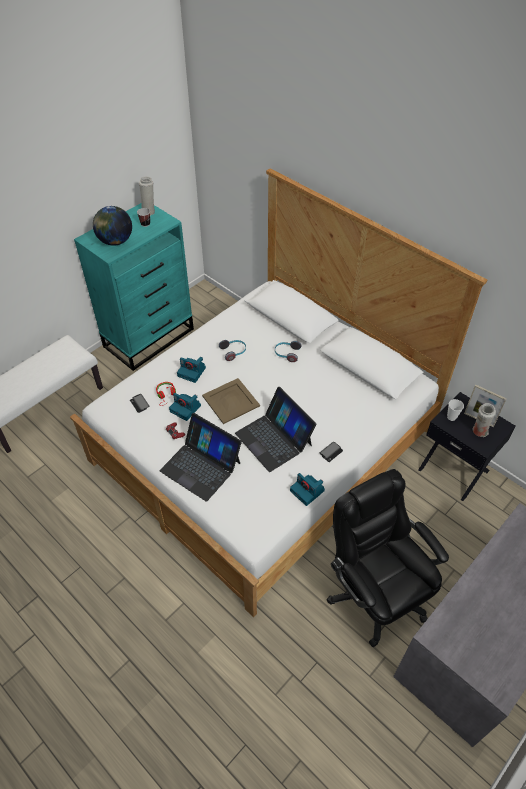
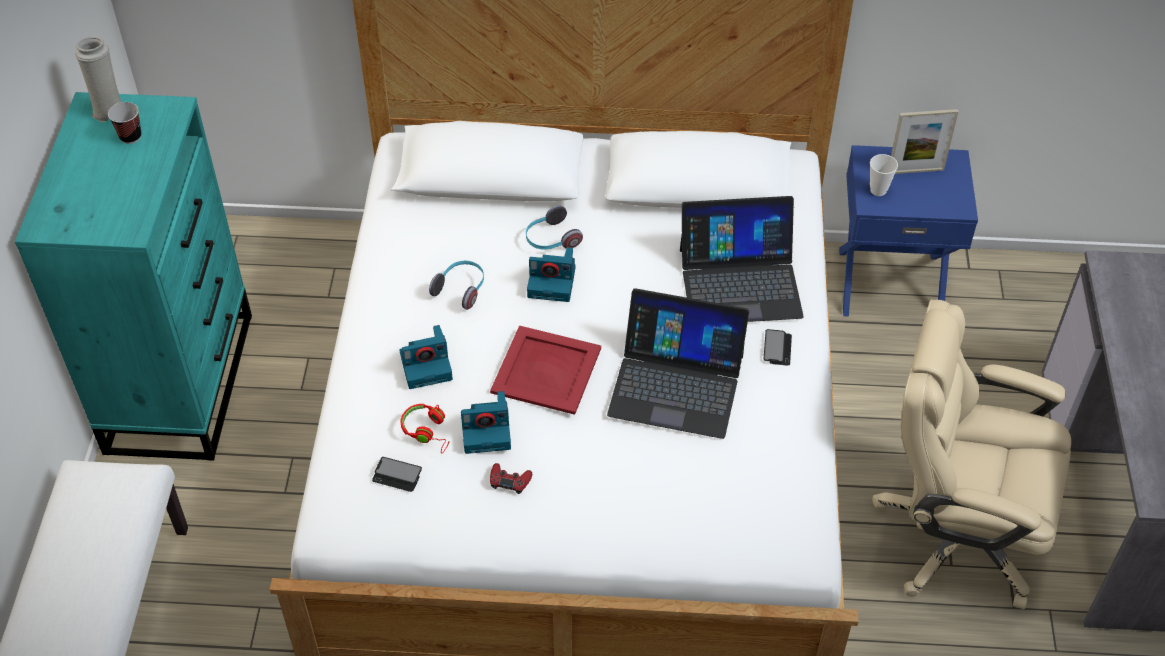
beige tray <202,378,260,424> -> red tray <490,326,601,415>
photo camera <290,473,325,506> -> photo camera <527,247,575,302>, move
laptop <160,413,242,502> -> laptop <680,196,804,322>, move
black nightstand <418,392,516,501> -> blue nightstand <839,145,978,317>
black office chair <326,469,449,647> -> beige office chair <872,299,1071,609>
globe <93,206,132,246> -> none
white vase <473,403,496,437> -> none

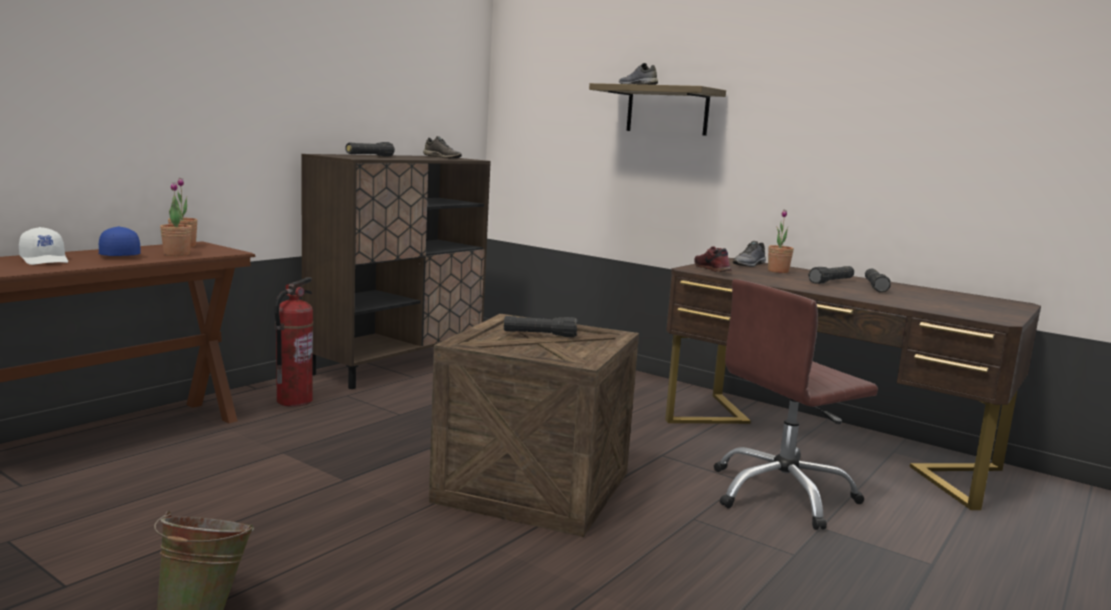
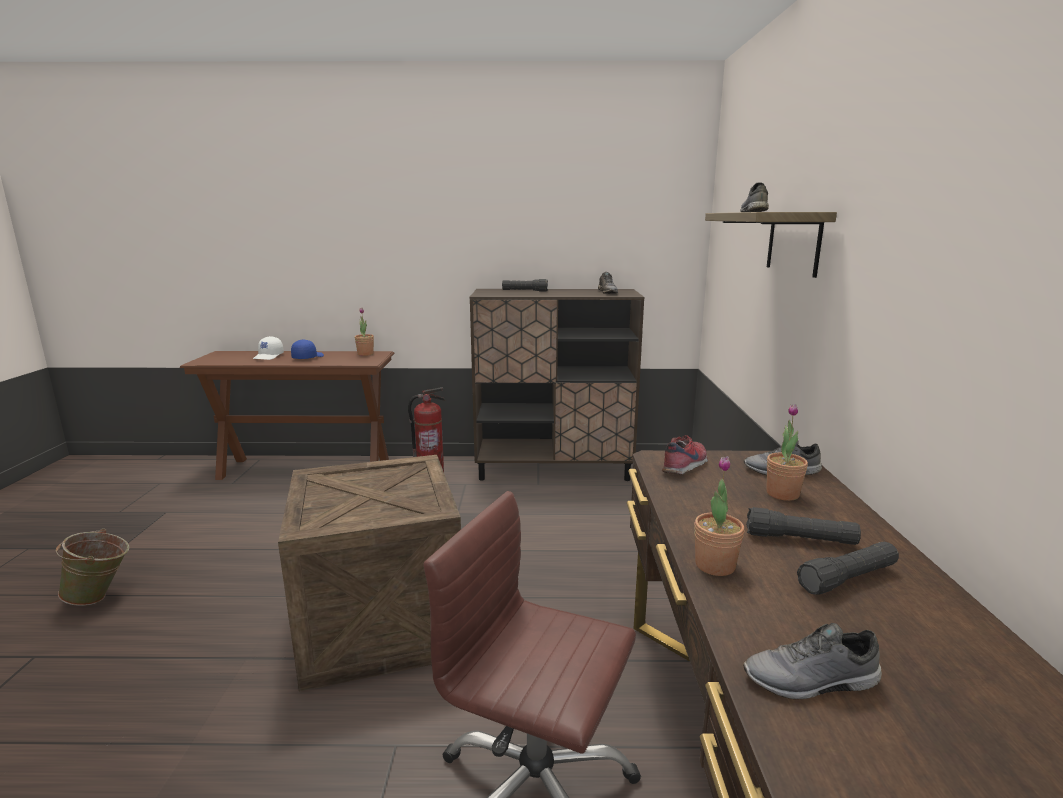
potted plant <160,182,192,256> -> potted plant <694,456,744,576>, move
none -> grey shoe <743,623,882,699>
black flashlight <504,316,578,337> -> none

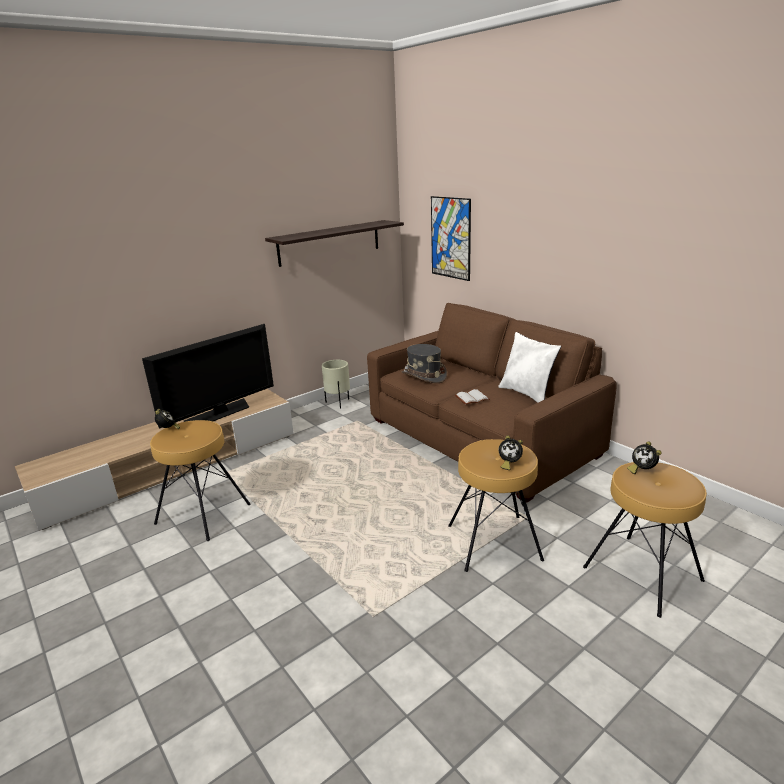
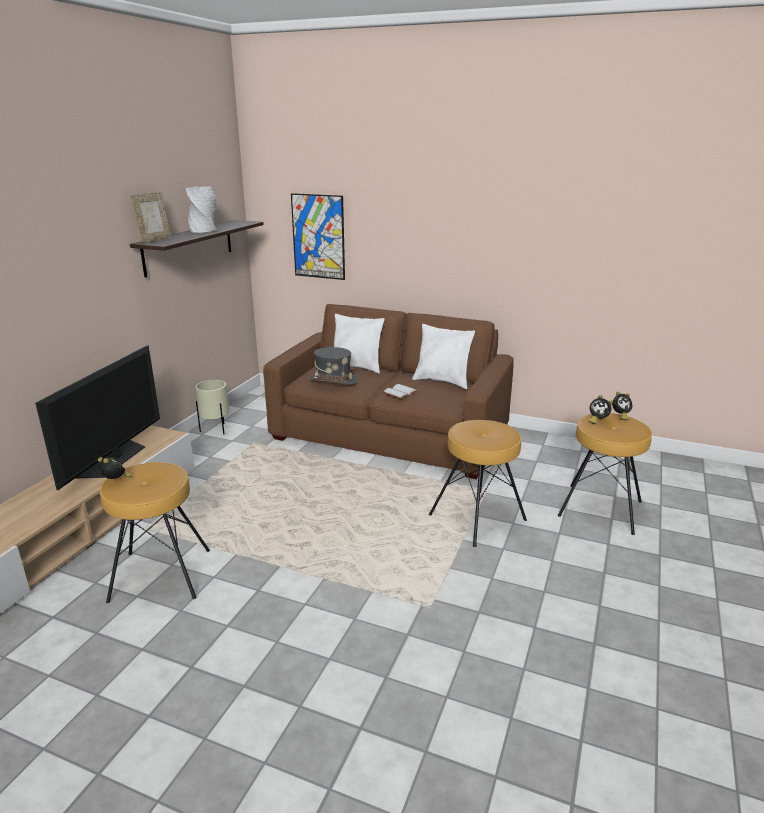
none -> picture frame <130,192,171,243>
none -> grey vase <186,186,217,233>
none -> white pillow <334,314,385,374>
alarm clock <499,436,523,470> -> alarm clock <612,392,632,420>, move

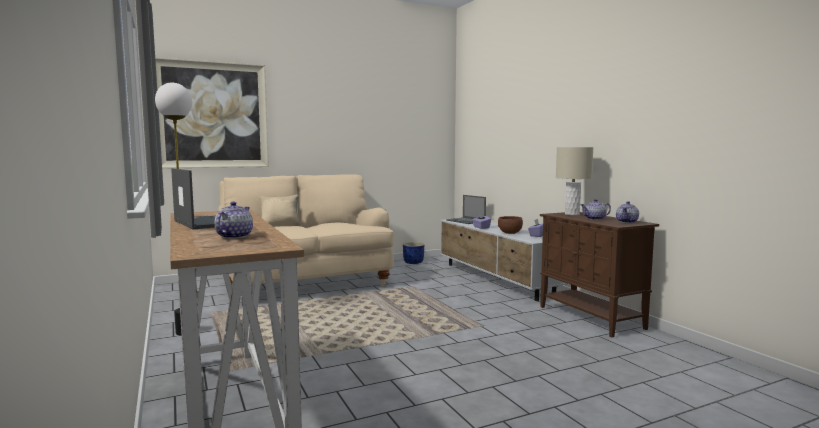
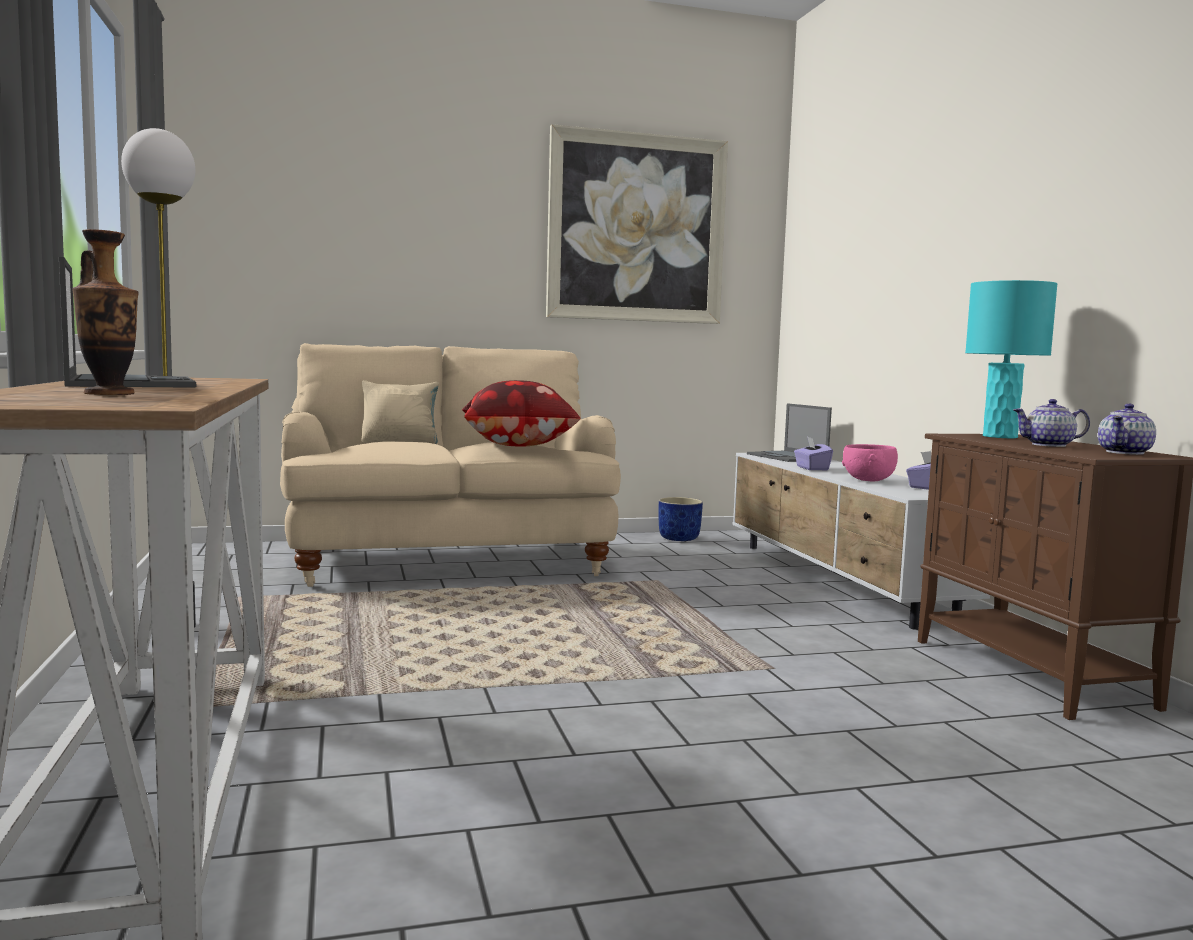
teapot <215,202,253,239> -> vase <72,229,138,395>
none -> pillow <462,380,580,447>
picture <155,57,269,169> -> picture <546,124,728,324>, move
brown bowl <498,216,523,234> -> pink bowl <842,444,898,481>
beige table lamp <556,147,594,215> -> turquoise table lamp <965,280,1058,438>

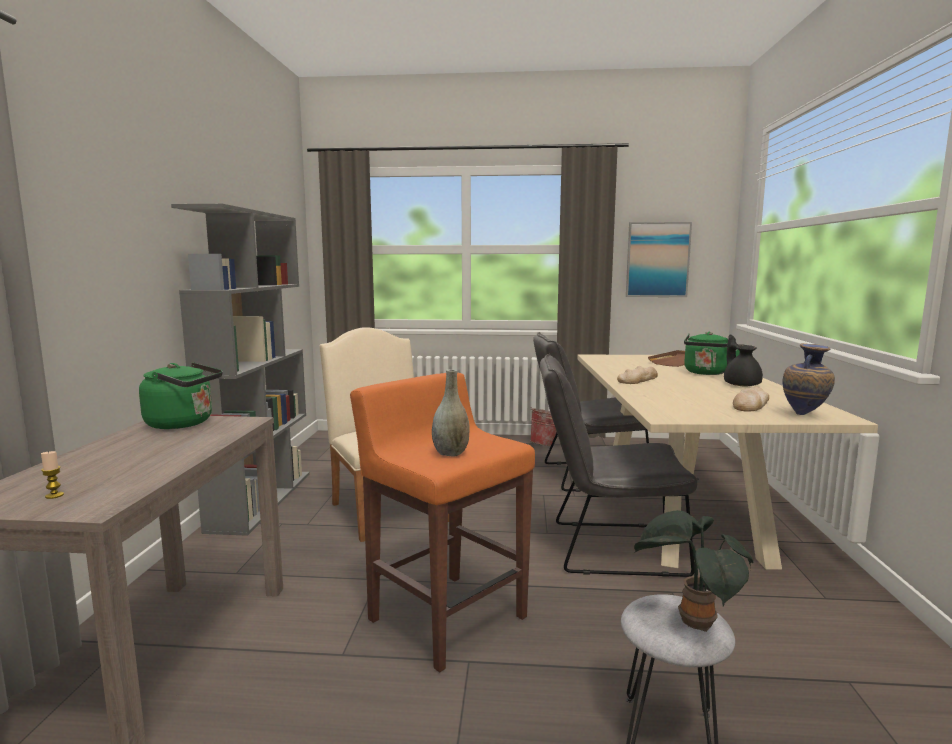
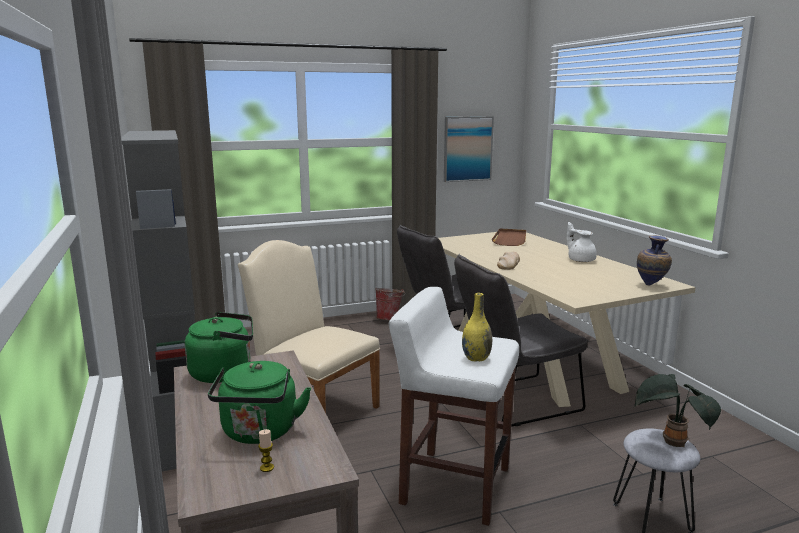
green kettle <684,332,740,375> -> green kettle <208,361,311,444>, move
orange stool <350,372,535,672> -> white stool <389,287,519,526>
grey vase <432,369,470,457> -> yellow vase <462,293,492,362>
black teapot <724,335,763,386> -> white teapot <567,222,597,262>
bread <733,387,769,411> -> none

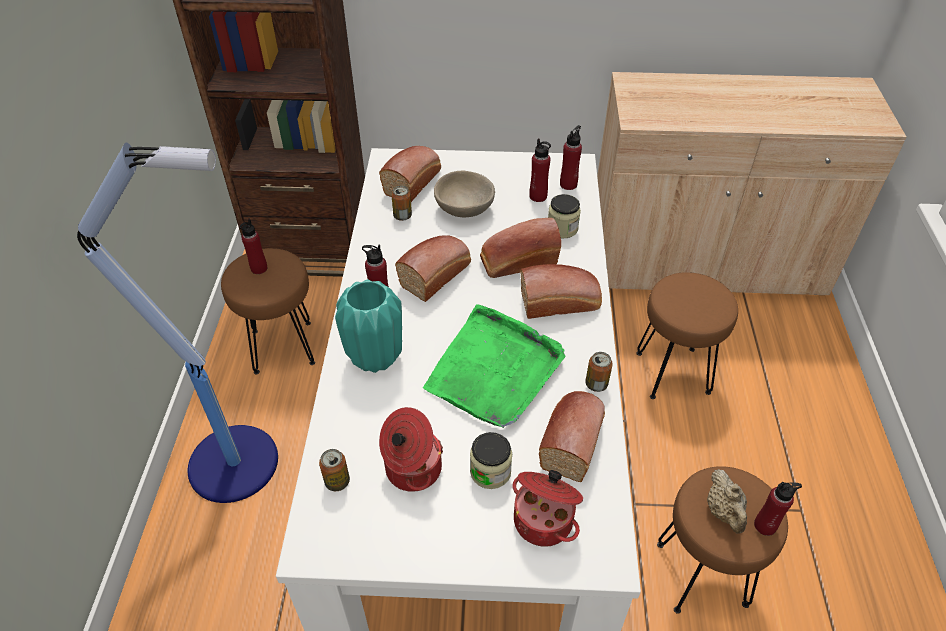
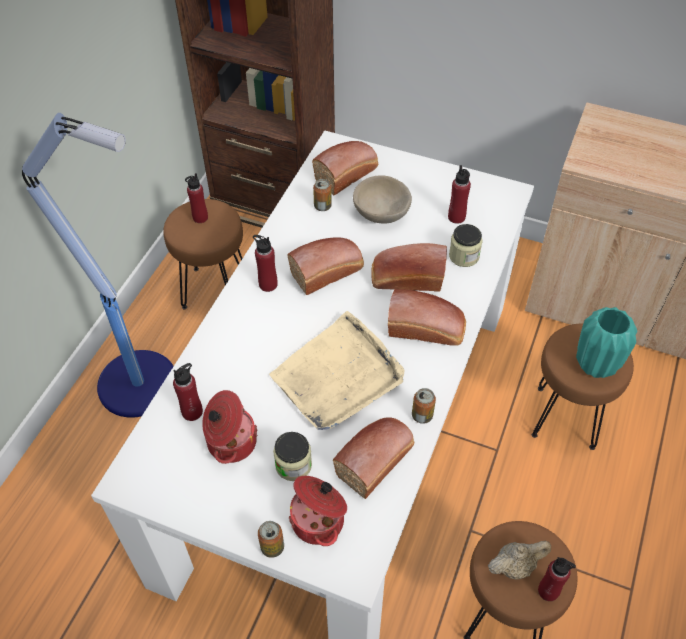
red bottle <560,125,582,190> -> red bottle <173,363,203,421>, move
can <319,449,350,491> -> can <258,521,284,558>, move
green tray <423,304,565,428> -> beige tray <269,311,404,430>
beige teapot <707,469,747,534> -> beige teapot <488,541,551,579>, 120 degrees counterclockwise
turquoise vase <335,279,402,373> -> turquoise vase <576,307,637,378>, move

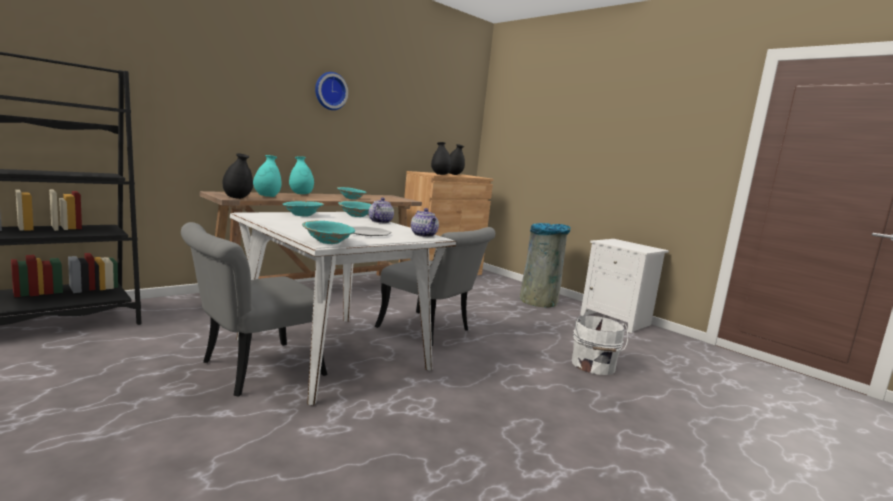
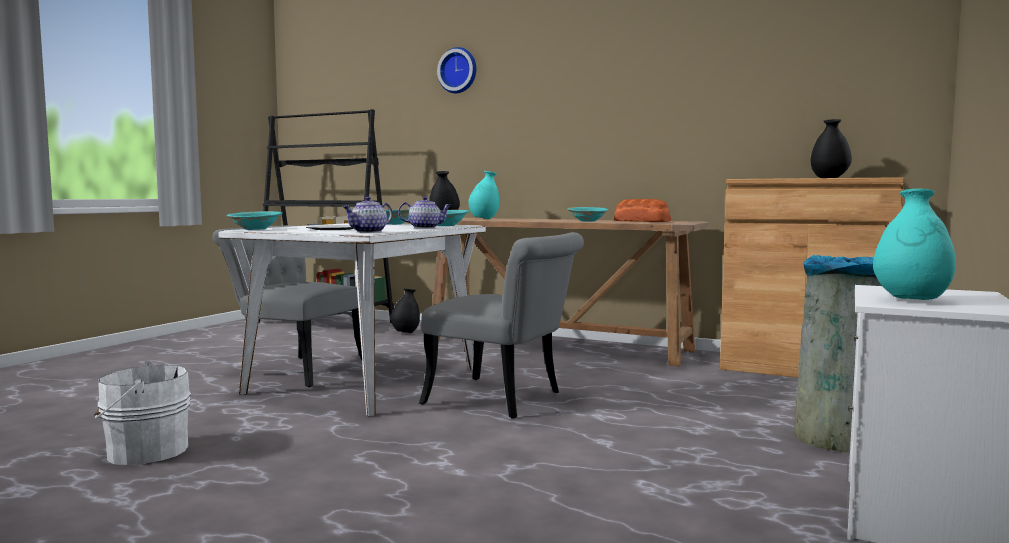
white bucket <572,315,628,375> -> white bucket <94,361,191,465>, move
black vase <431,142,452,175> -> black vase <391,288,420,333>, move
grey chair <375,227,495,346> -> grey chair <419,232,584,418>, 75 degrees counterclockwise
wall clock <315,72,348,110> -> wall clock <437,47,477,93>, move
none -> bread <614,199,671,222>
turquoise vase <289,156,314,194> -> turquoise vase <873,189,956,300>, move

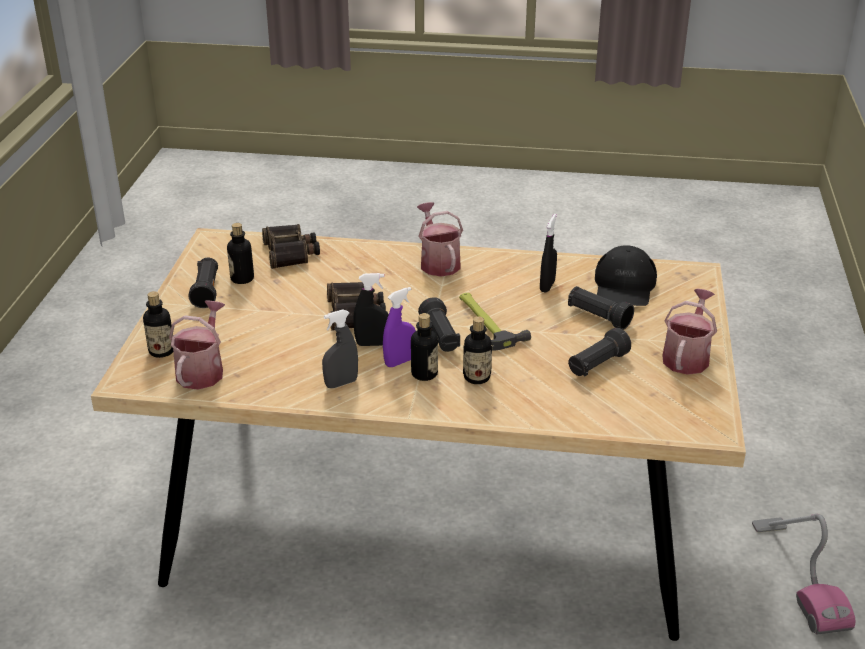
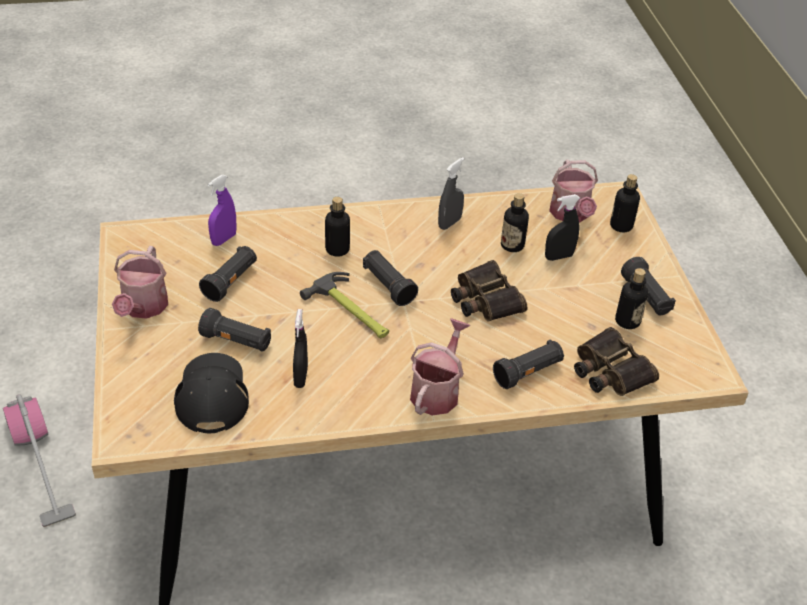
purple spray bottle <383,287,416,367> -> purple spray bottle <208,175,237,246>, move
watering can <417,202,463,276> -> watering can <410,318,471,415>, 120 degrees counterclockwise
none -> black flashlight <493,339,564,389>
bottle <411,313,438,381> -> bottle <501,193,529,252>, move
black spray bottle <354,273,389,346> -> black spray bottle <545,194,580,261>, move

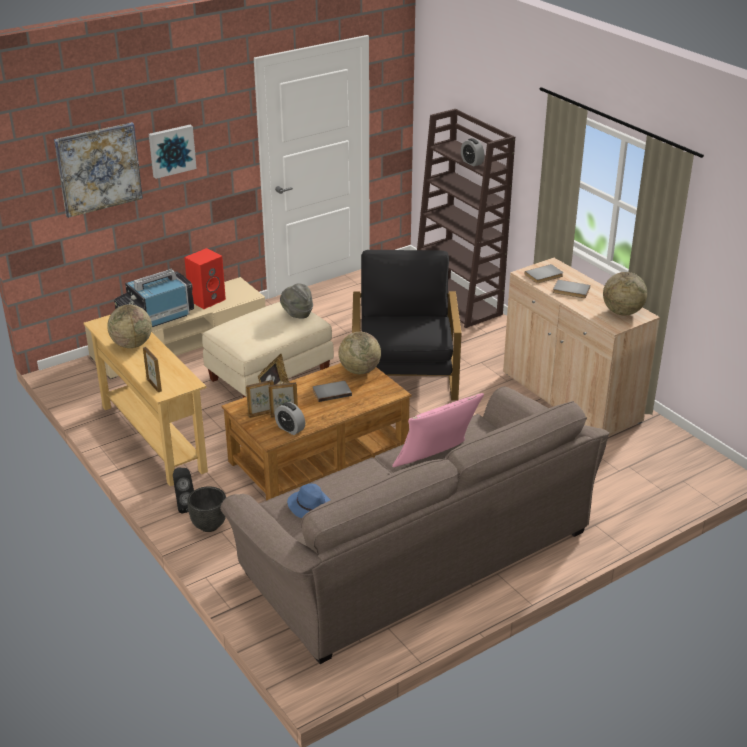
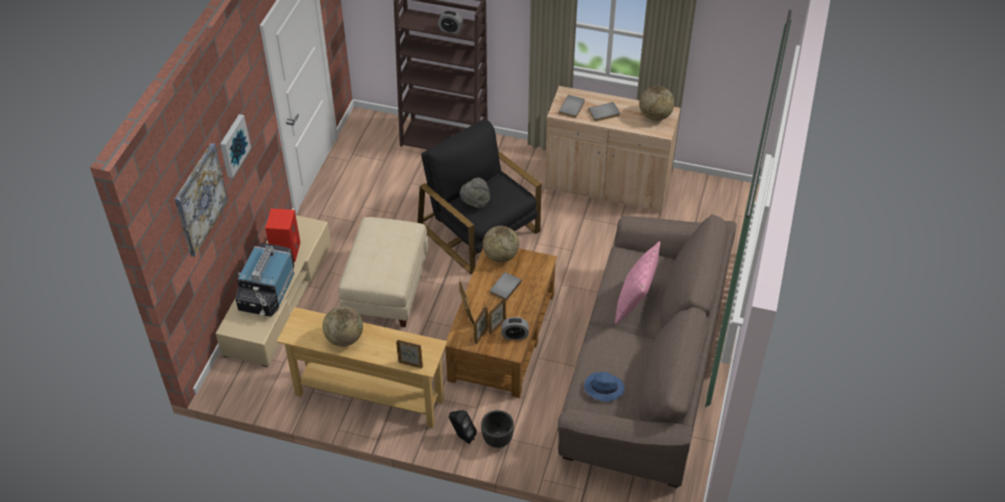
grey hat <280,283,313,319> -> grey hat <460,177,490,209>, move

